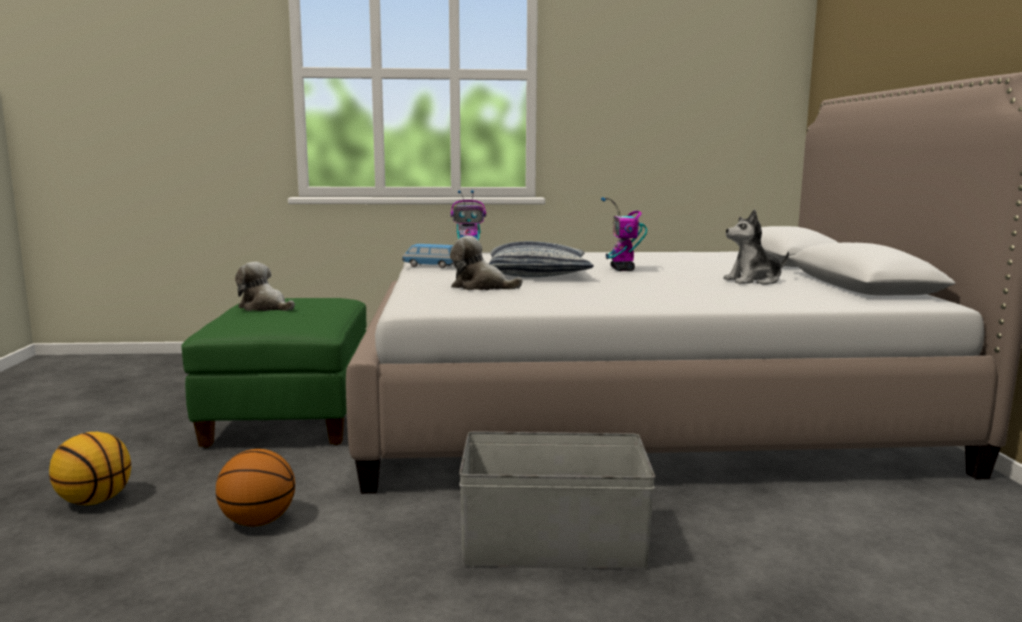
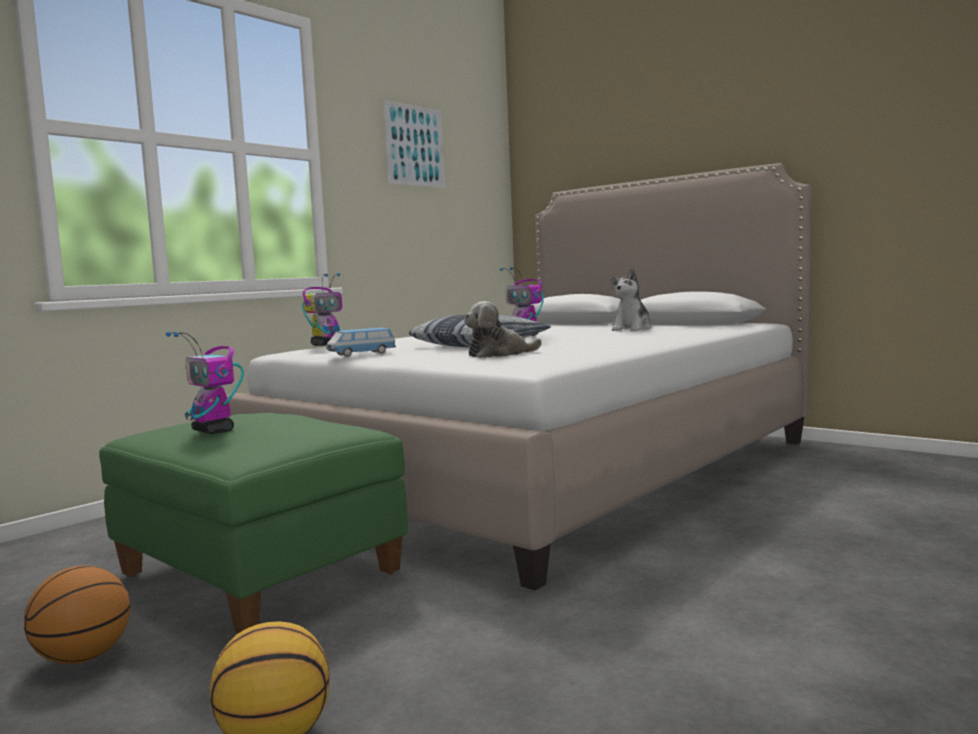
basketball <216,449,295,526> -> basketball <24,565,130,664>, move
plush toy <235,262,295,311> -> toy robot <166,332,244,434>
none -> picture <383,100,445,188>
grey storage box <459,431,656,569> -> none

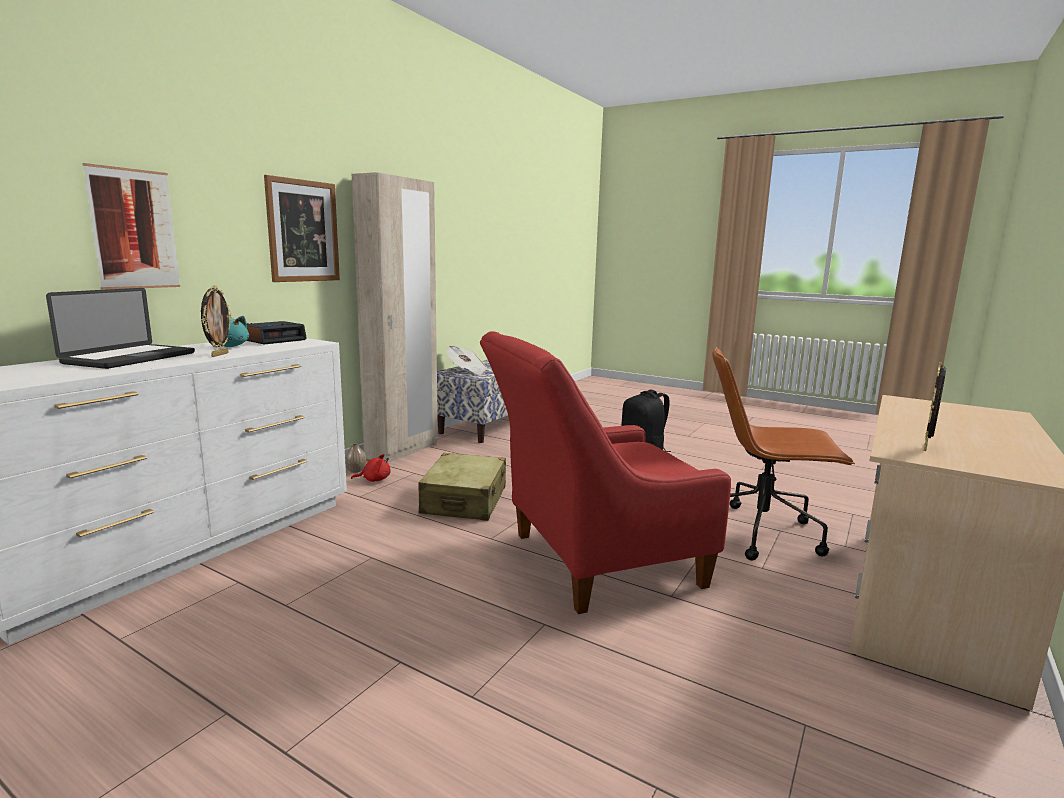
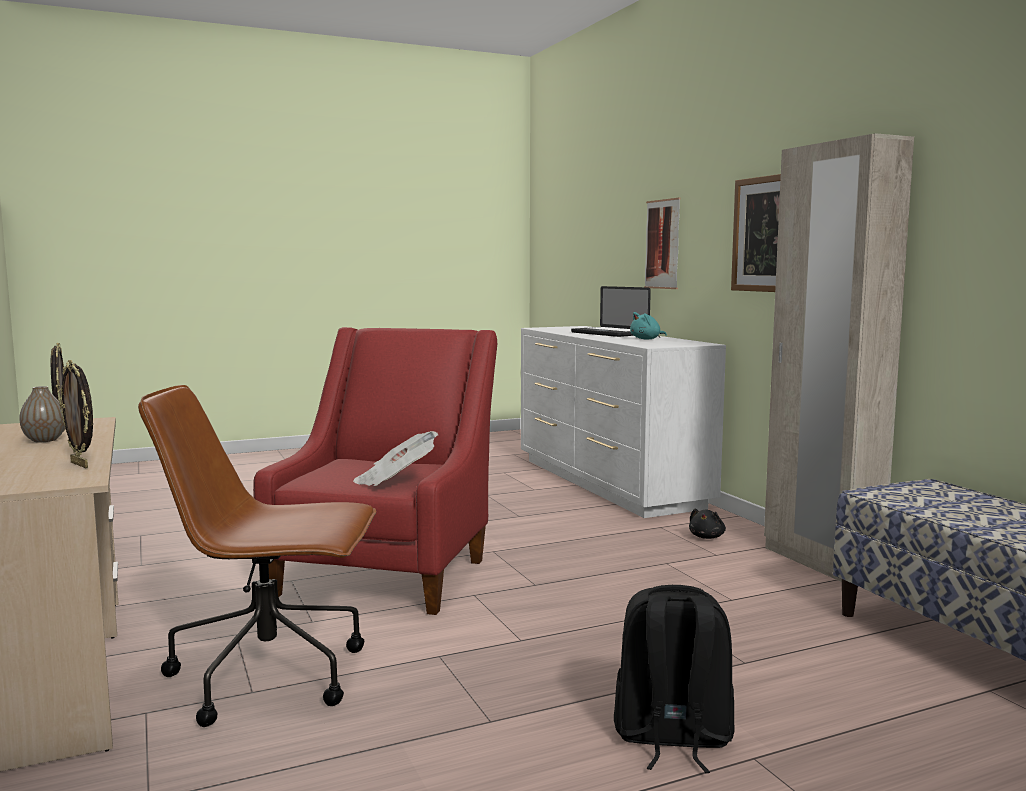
vase <345,443,366,473> -> vase <20,386,65,442>, move
picture frame <201,285,232,357> -> picture frame <59,360,93,468>, move
brown office chair <712,347,855,560> -> brown office chair <138,385,376,727>, 135 degrees counterclockwise
newspaper <446,345,488,375> -> newspaper <353,431,439,486>, move
red plush toy <351,454,391,482> -> black plush toy <689,509,726,539>
alarm clock <246,321,307,344> -> none
beige suitcase <418,453,506,521> -> none

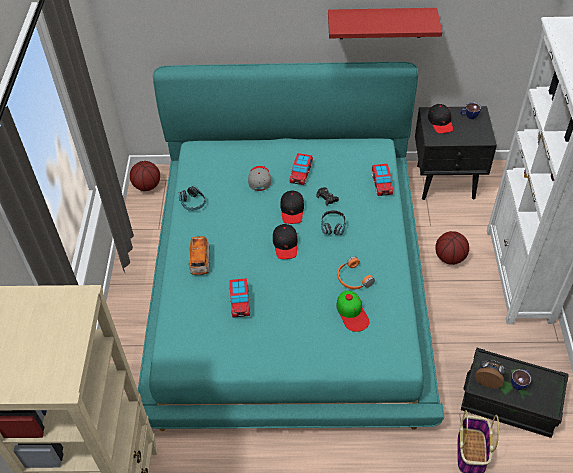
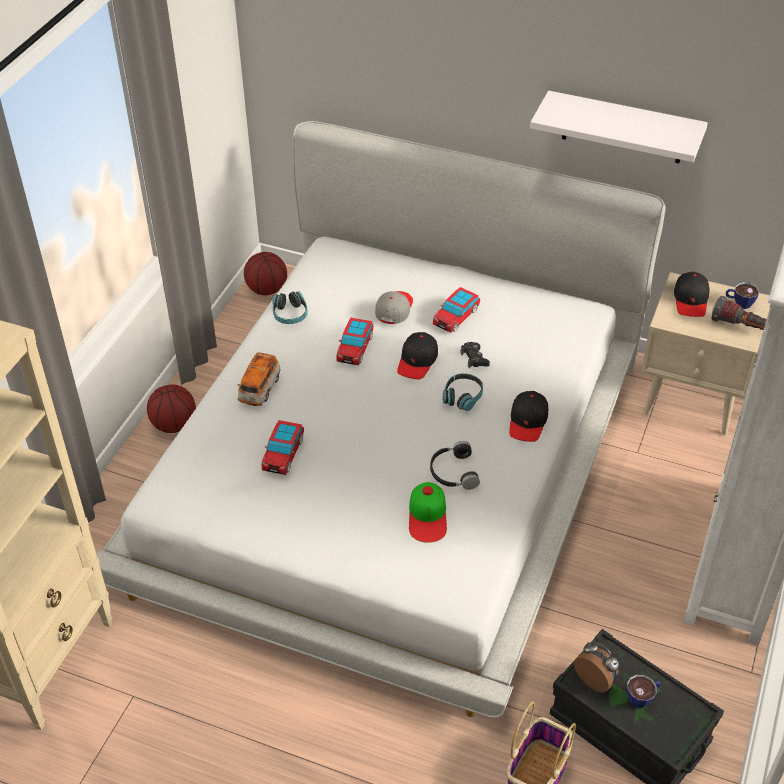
turquoise bed <138,62,444,431> -> white bed <96,121,666,718>
basketball <435,231,469,265> -> basketball <147,384,196,433>, move
toy car <372,164,393,196> -> toy car <337,318,374,365>, move
orange headphones <337,256,375,290> -> black headphones <430,441,480,490>
black cap <273,224,298,259> -> black cap <509,391,548,442>, move
red shelf <328,8,442,39> -> white shelf <530,91,708,163>
black nightstand <415,106,497,200> -> beige nightstand <641,272,770,436>
none -> flashlight <712,296,767,330>

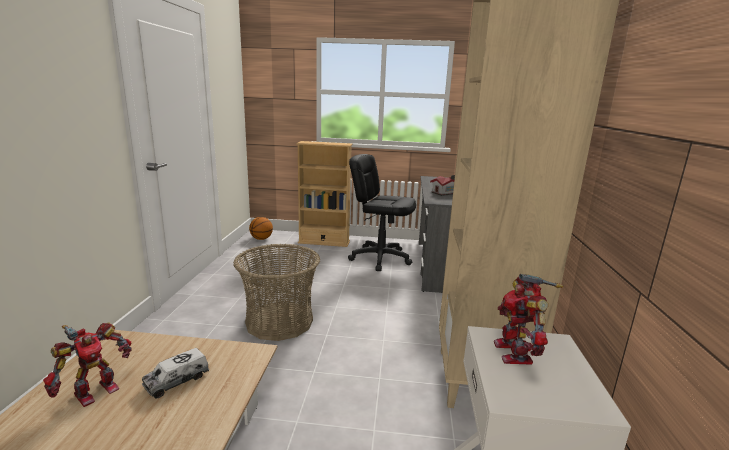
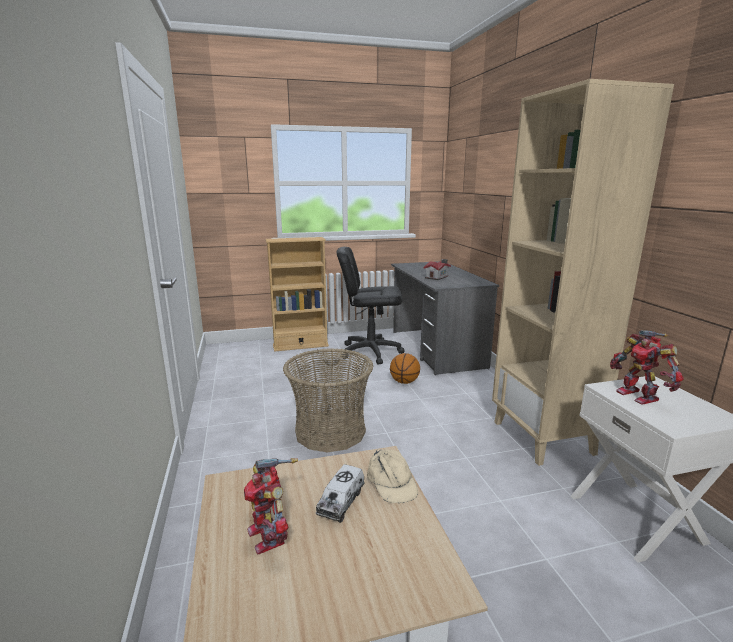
toy robot <43,322,132,407> -> toy robot <244,458,298,554>, 135 degrees clockwise
none -> beige cap <367,450,418,503>
basketball <249,217,273,240> -> basketball <390,353,420,384>, move

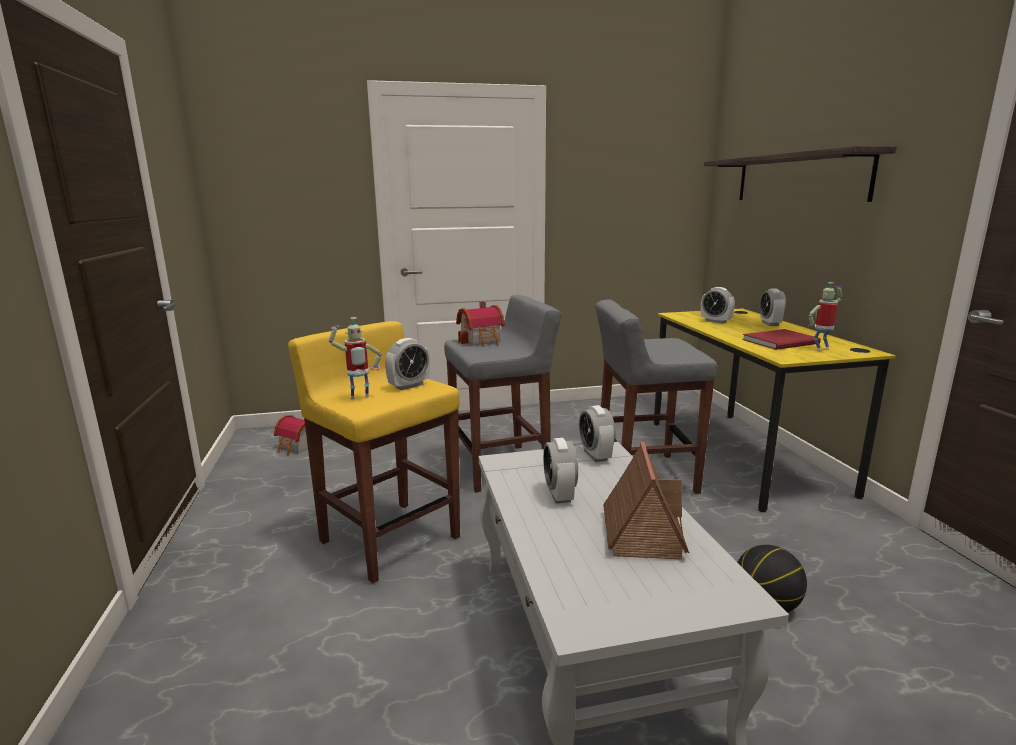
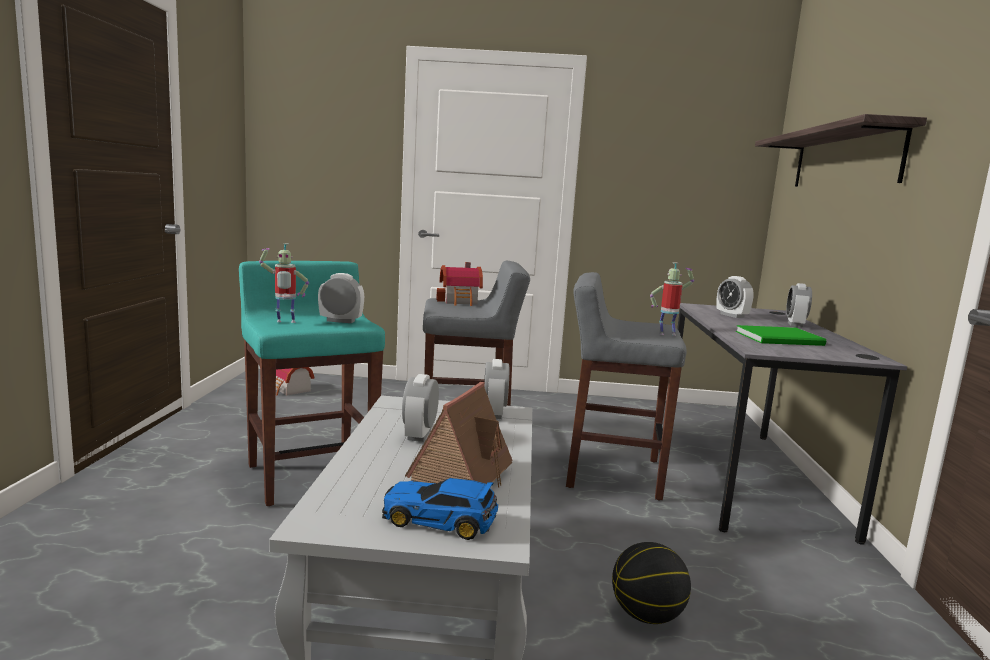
yellow stool <288,321,460,583> -> turquoise stool <239,261,385,506>
alarm clock <385,338,430,390> -> alarm clock <318,273,364,323>, 150 degrees counterclockwise
none -> toy car <382,478,498,540>
toy robot <807,282,842,351> -> toy robot <650,262,694,336>, move
yellow desk <654,308,896,512> -> grey desk <677,303,907,545>
red book <743,329,821,350> -> green book <736,325,826,346>

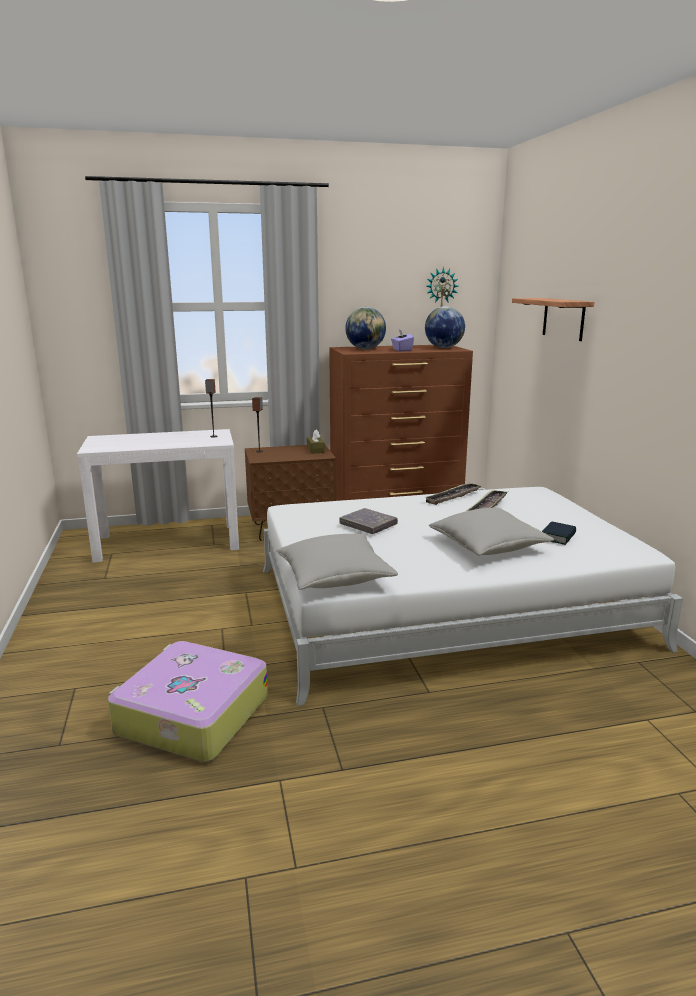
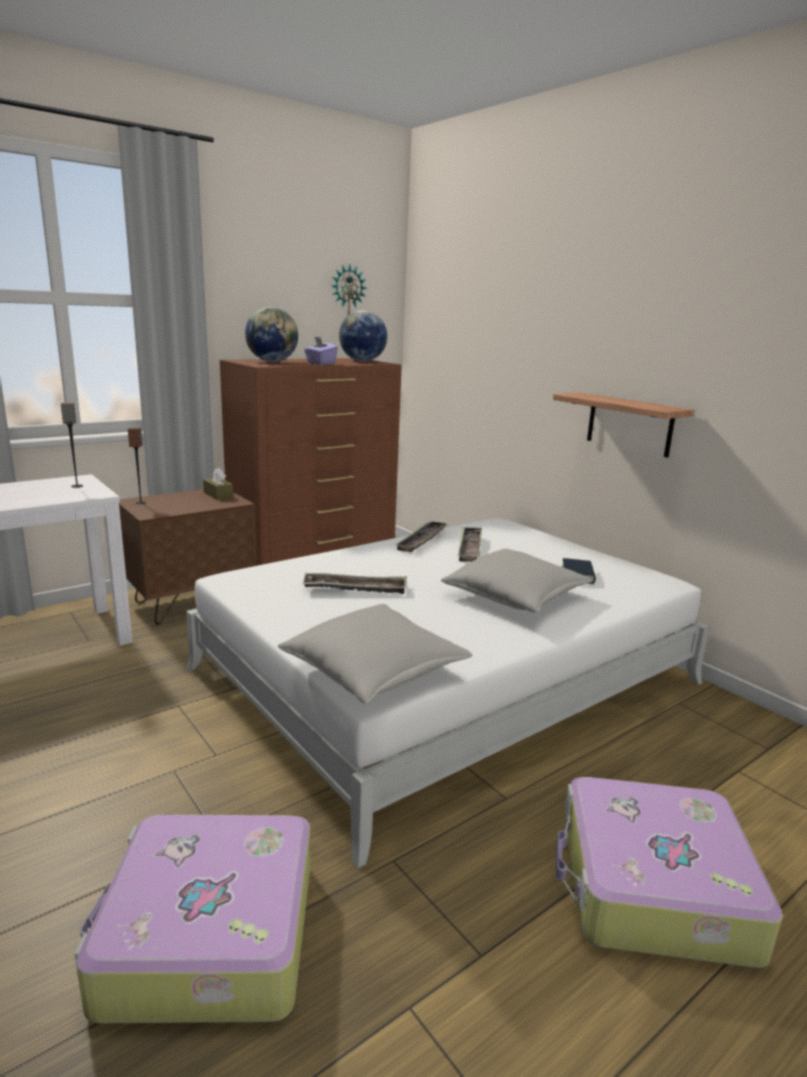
grey book <339,508,398,534> -> tray <303,573,407,594>
shelf <512,298,595,341> -> shelf <553,393,694,458>, move
none -> suitcase <556,777,783,968>

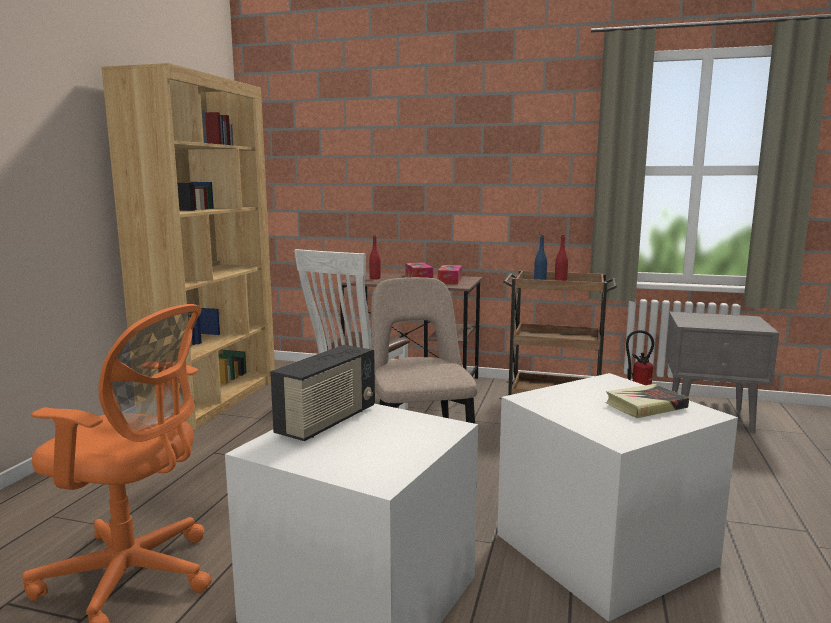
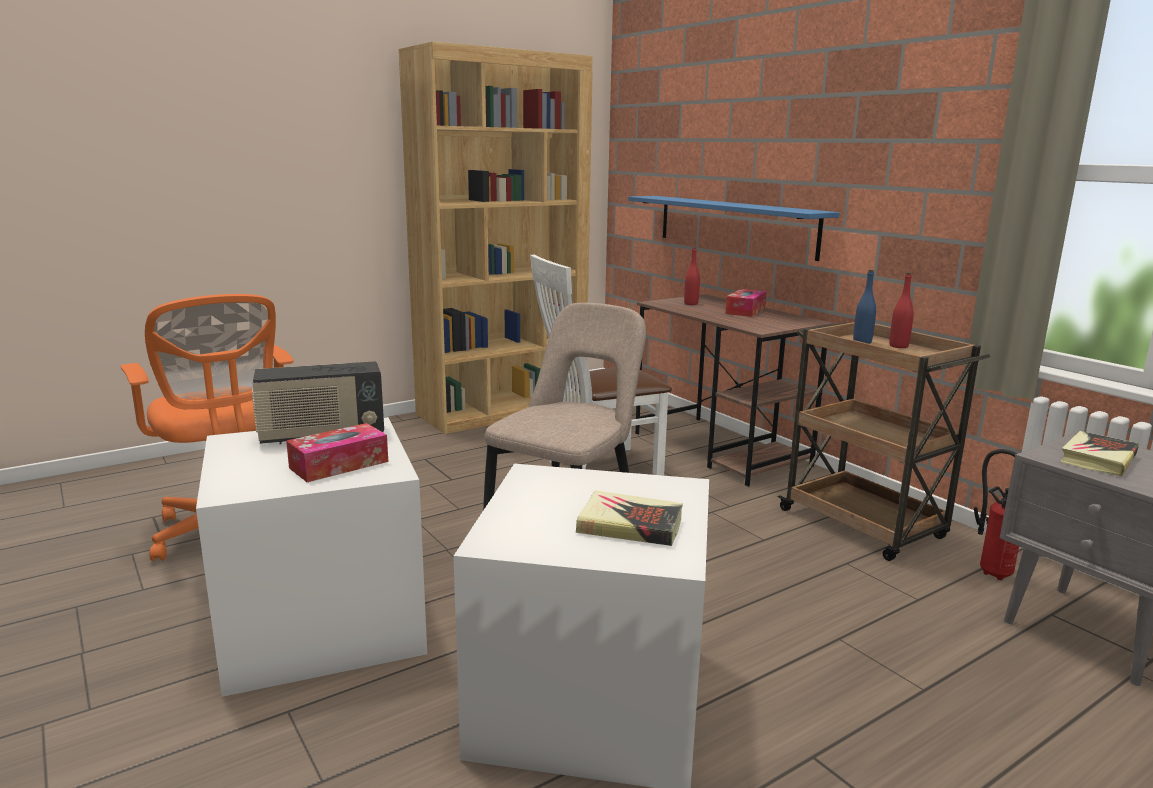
tissue box <438,265,462,284> -> tissue box <286,423,388,482>, move
none -> blue shelf <628,196,840,261>
none -> book <1060,431,1139,477>

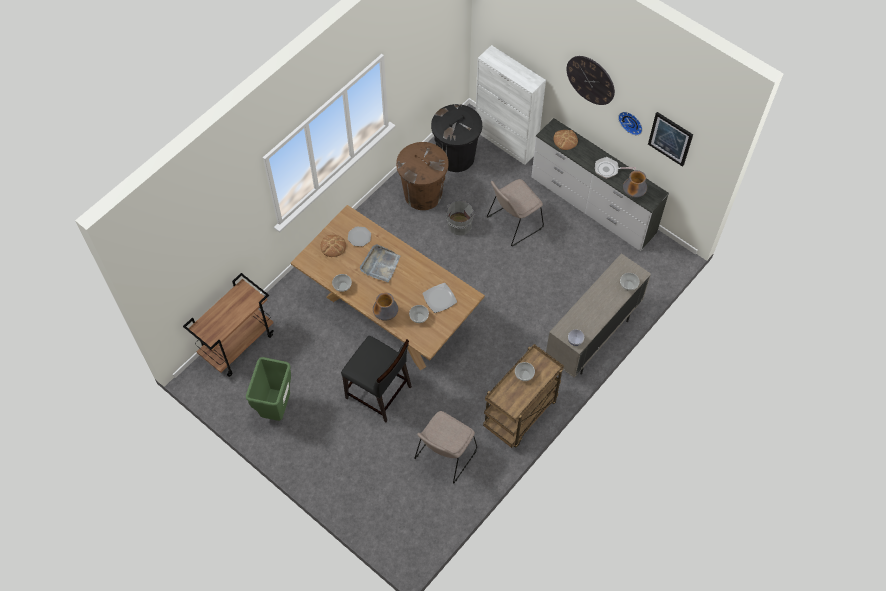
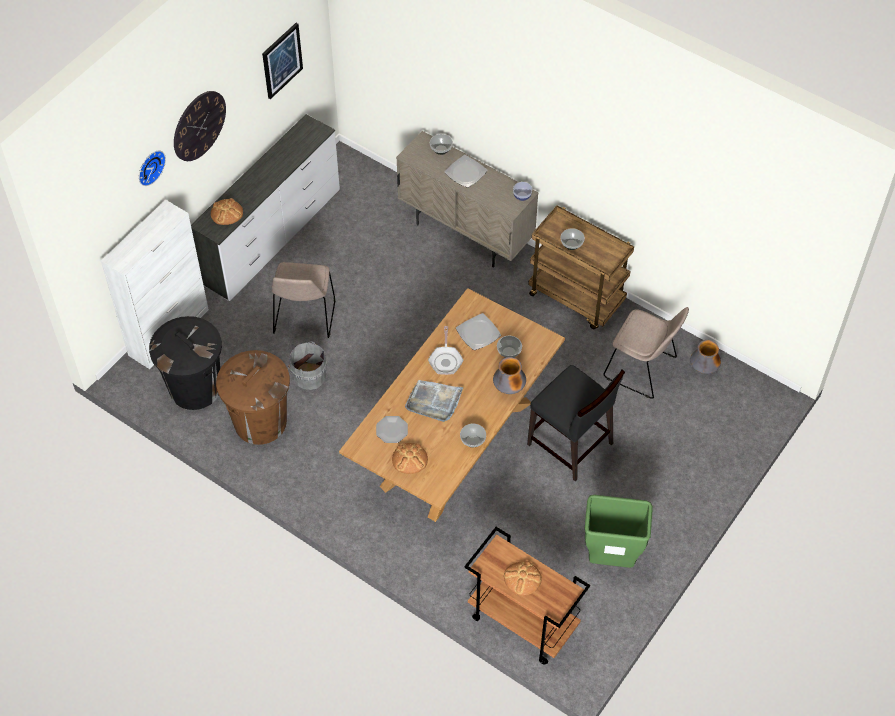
wall clock <618,112,643,135> -> wall clock <139,151,166,186>, move
beige chair <487,179,544,246> -> beige chair <272,262,336,338>, 45 degrees clockwise
frying pan <595,157,636,179> -> frying pan <428,326,464,375>, move
none -> plate <445,155,488,188>
none -> bread <504,561,542,596>
black chair <341,336,412,422> -> black chair <527,365,625,482>, 105 degrees clockwise
vase <623,170,647,198> -> vase <690,340,721,374>, move

